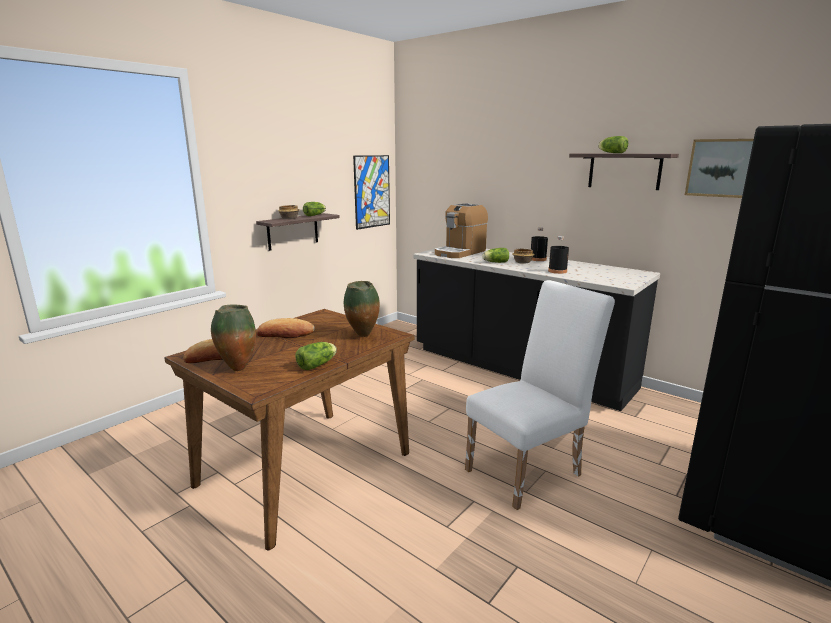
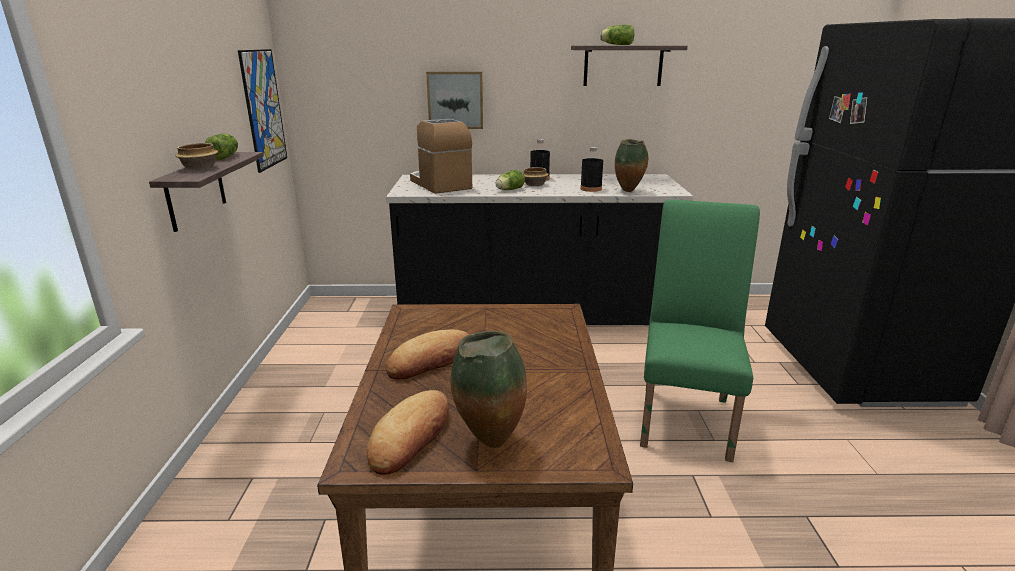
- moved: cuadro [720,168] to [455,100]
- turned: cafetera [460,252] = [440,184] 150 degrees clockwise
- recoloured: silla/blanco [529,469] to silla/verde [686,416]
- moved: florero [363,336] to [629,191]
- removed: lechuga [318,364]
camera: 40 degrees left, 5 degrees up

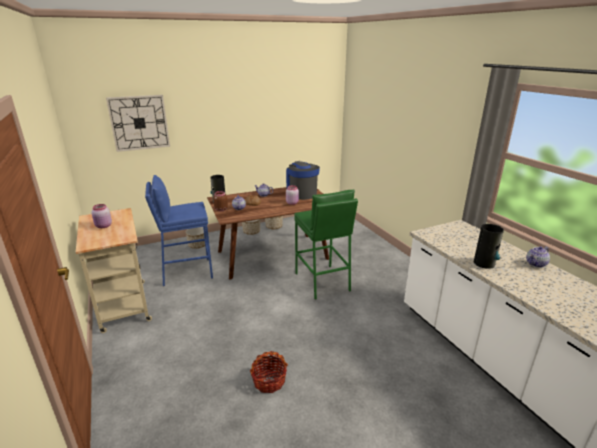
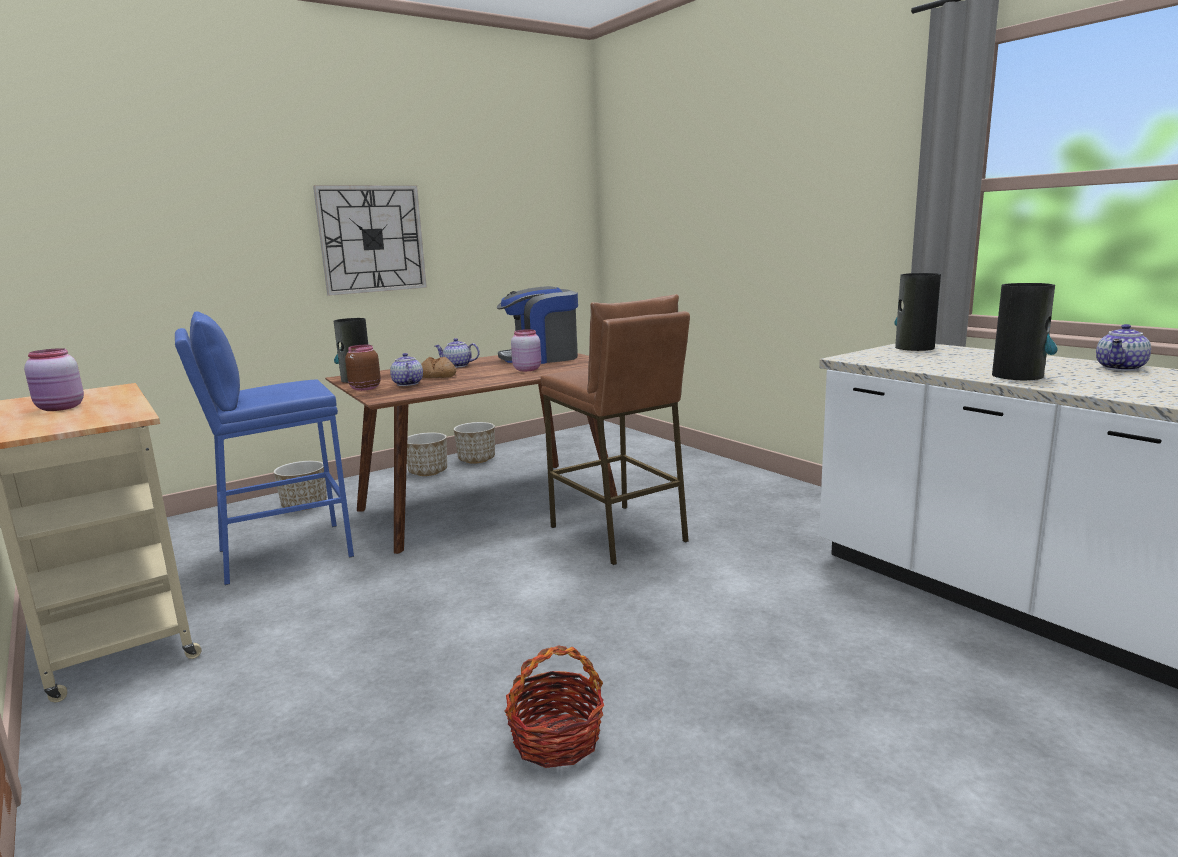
- moved: reloj de pared [139,123] to [372,239]
- turned: cafetera [301,193] = [541,358] 75 degrees counterclockwise
- recoloured: taburete/verde [322,282] to taburete/marrón [618,534]
- added: florero [913,348]
camera: 10 degrees left, 10 degrees down

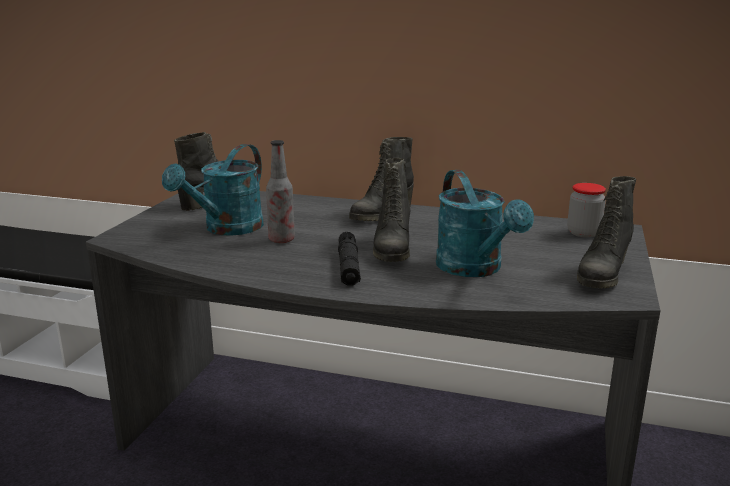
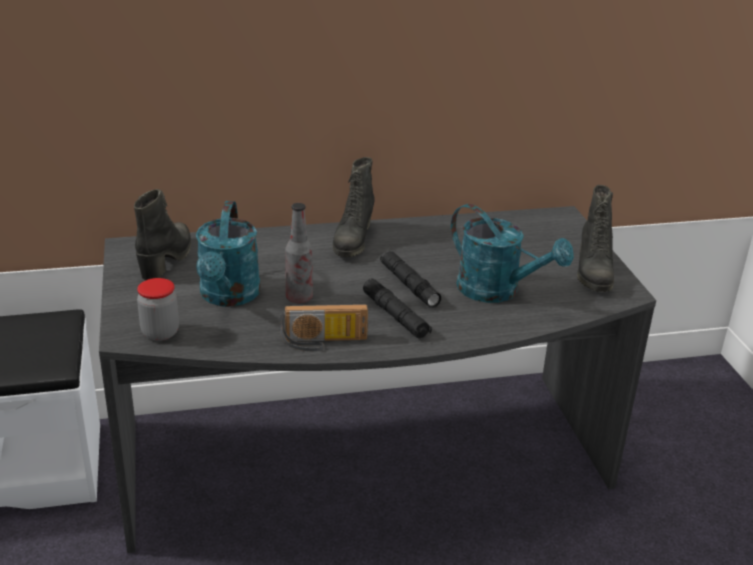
- replaced: bota/negro [391,249] to linterna/negro [409,285]
- moved: tarro [583,233] to [160,333]
- added: radio [323,342]
camera: 30 degrees left, 10 degrees up

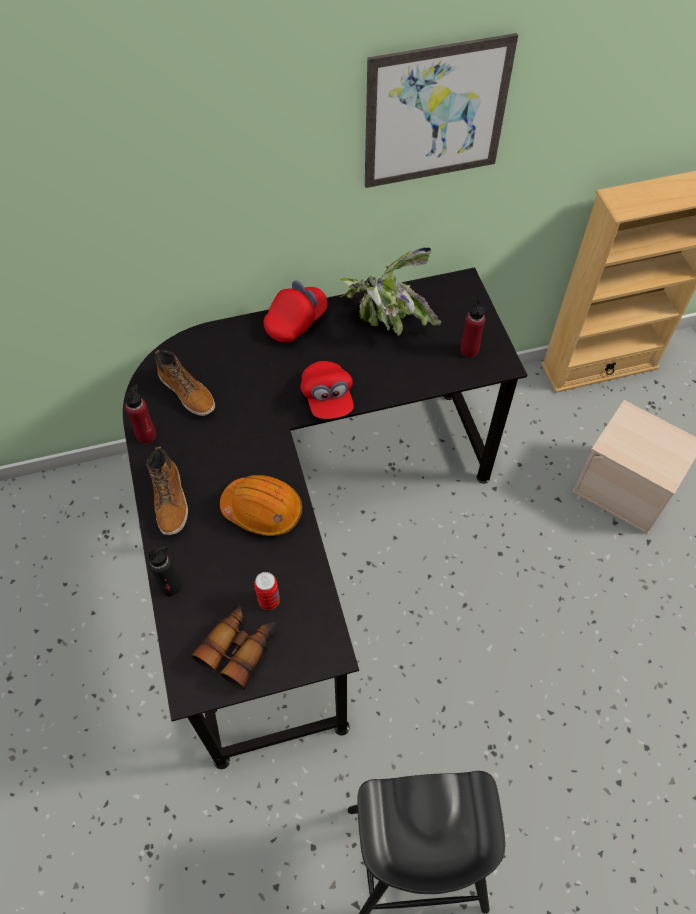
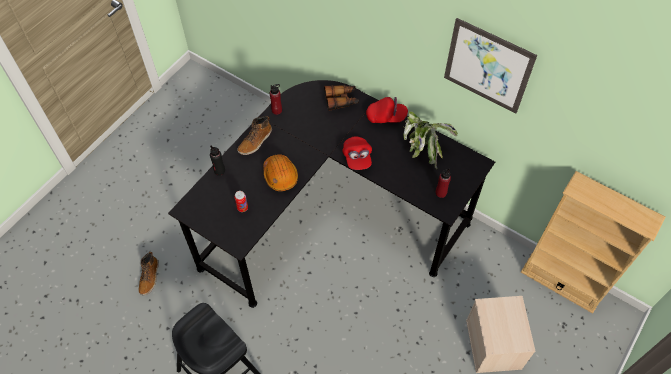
- moved: bota [187,392] to [149,277]
- turned: gorra/rojo [327,399] = [357,158] 45 degrees counterclockwise
- moved: prismáticos [239,647] to [341,100]
camera: 50 degrees right, 0 degrees up

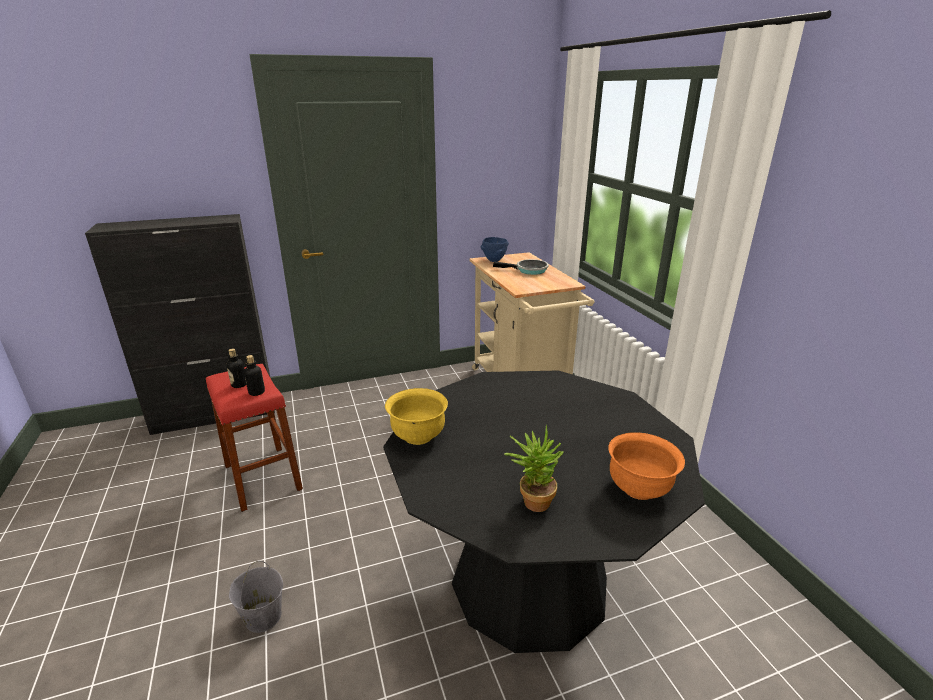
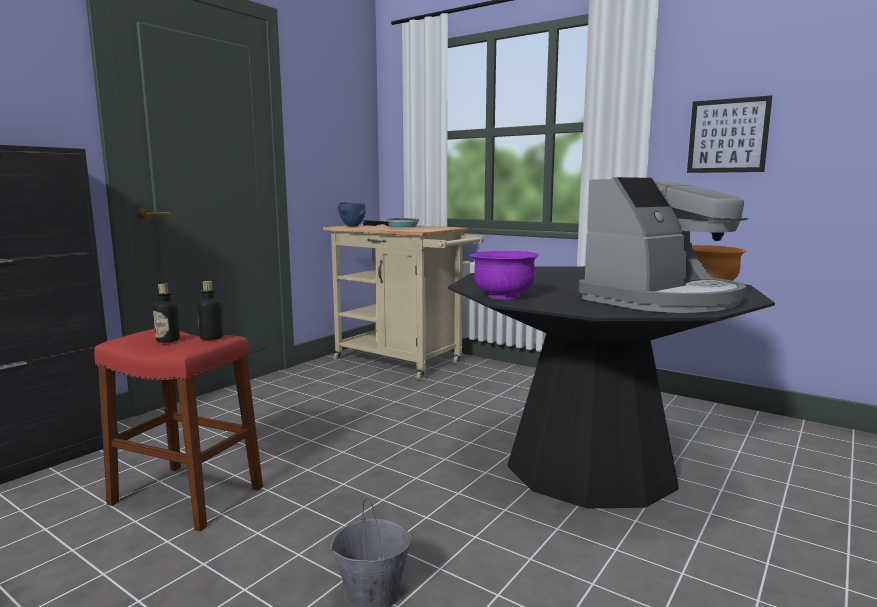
- recoloured: cuenco/amarillo [418,436] to cuenco/morado [503,296]
- replaced: planta en maceta [532,500] to cafetera [662,299]
- added: cuadro [728,136]
camera: 35 degrees left, 15 degrees down

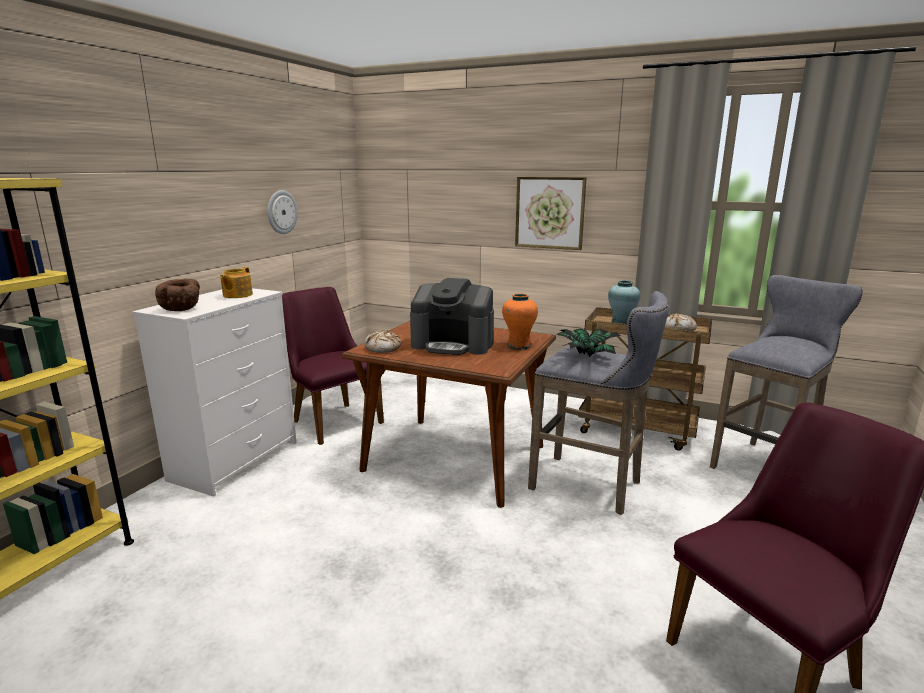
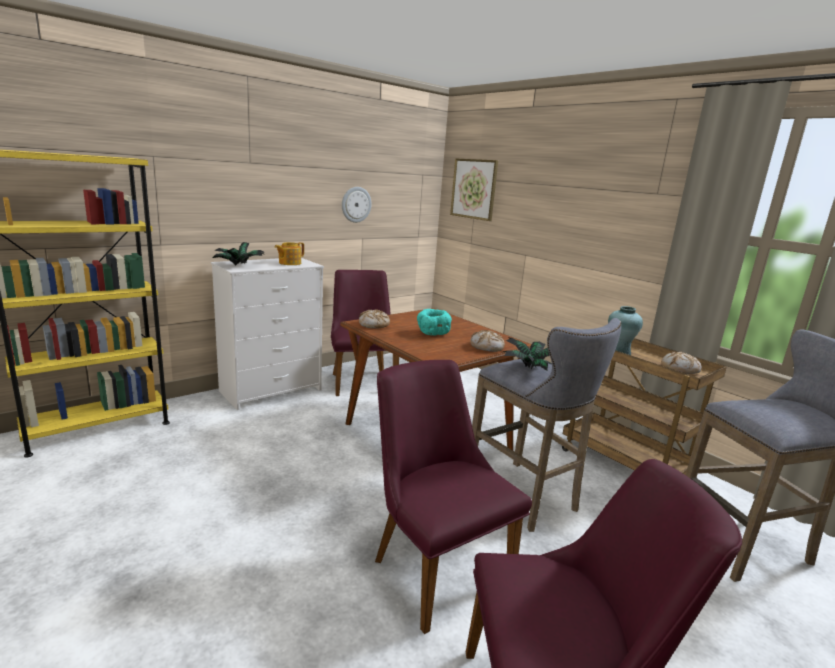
- moved: cuadro [549,212] to [474,189]
- replaced: cuenco/marrón [182,309] to planta en maceta [240,265]
- replaced: cafetera [453,344] to cuenco/turquesa [432,334]
- replaced: florero/naranja [519,346] to pan [487,347]
- added: silla/morado [433,564]
camera: 25 degrees right, 0 degrees up

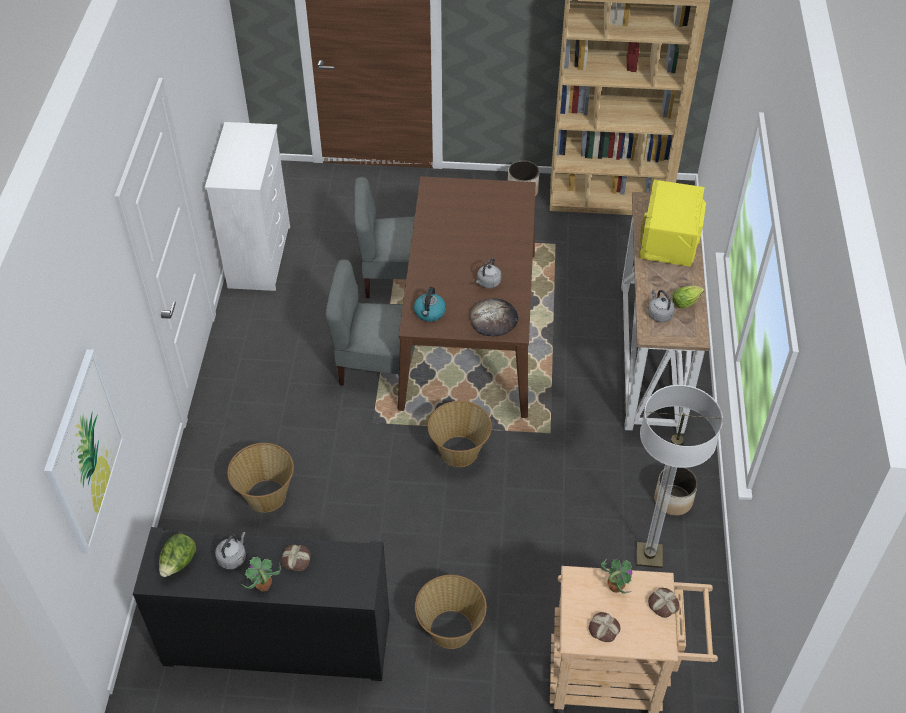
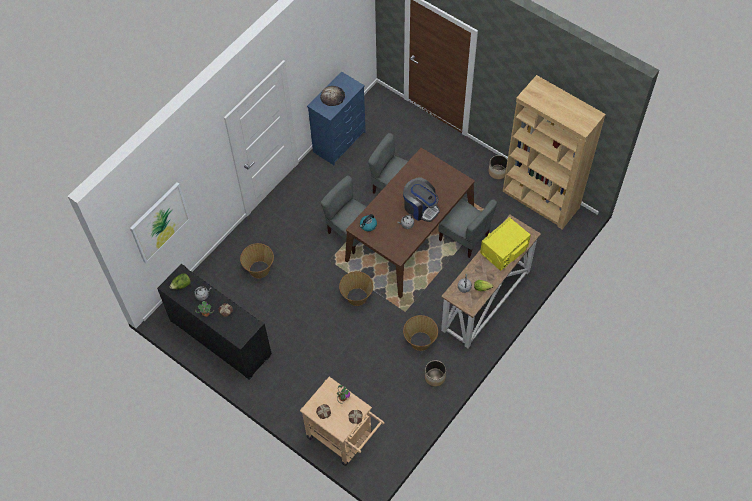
- recoloured: cómoda/blanco [260,256] to cómoda/azul [340,142]
- moved: pan [493,319] to [333,97]
- removed: lámpara de pie [649,556]
- moved: cesta [450,630] to [420,341]
- added: cafetera [420,208]
- added: silla/gris [464,237]
camera: 35 degrees right, 10 degrees up

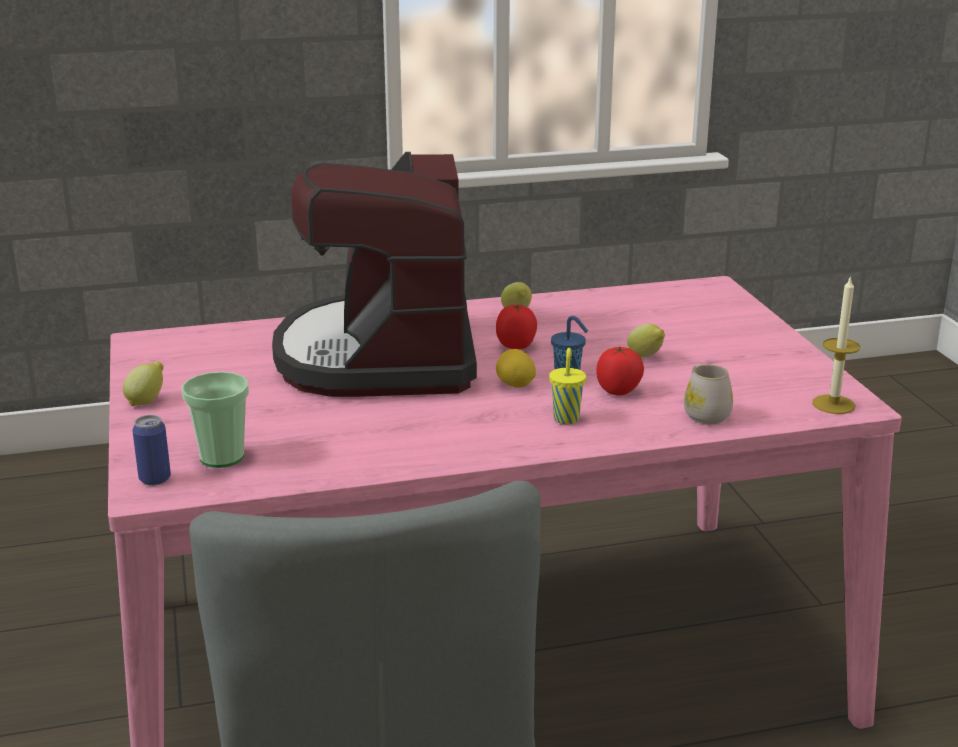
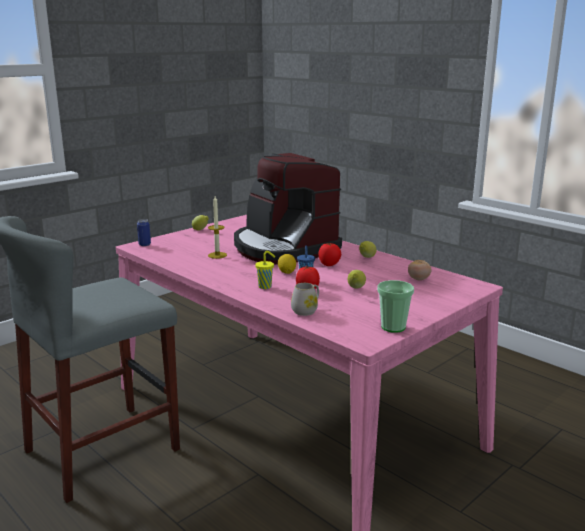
- turned: cafetera [380,356] = [283,248] 90 degrees counterclockwise
- moved: vela [833,404] to [217,255]
- moved: taza [222,457] to [393,327]
- added: tomate [418,279]
camera: 60 degrees right, 5 degrees down

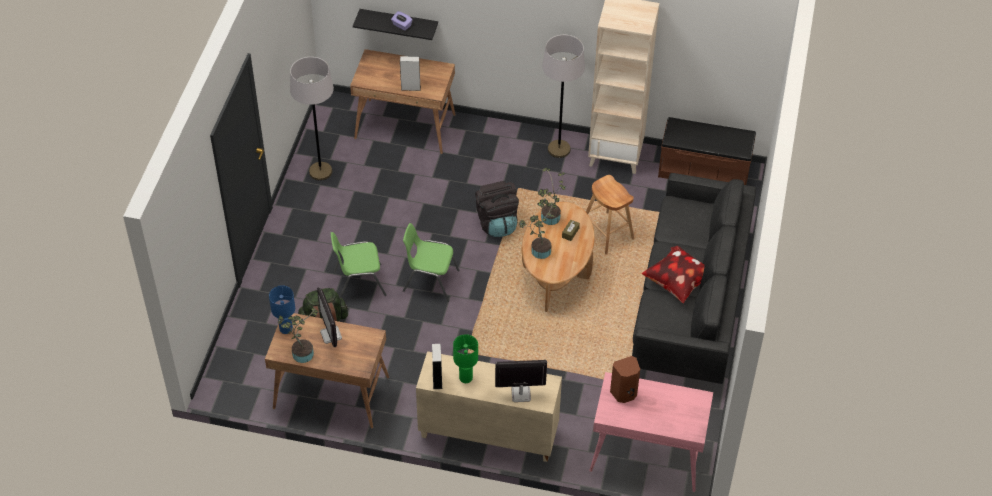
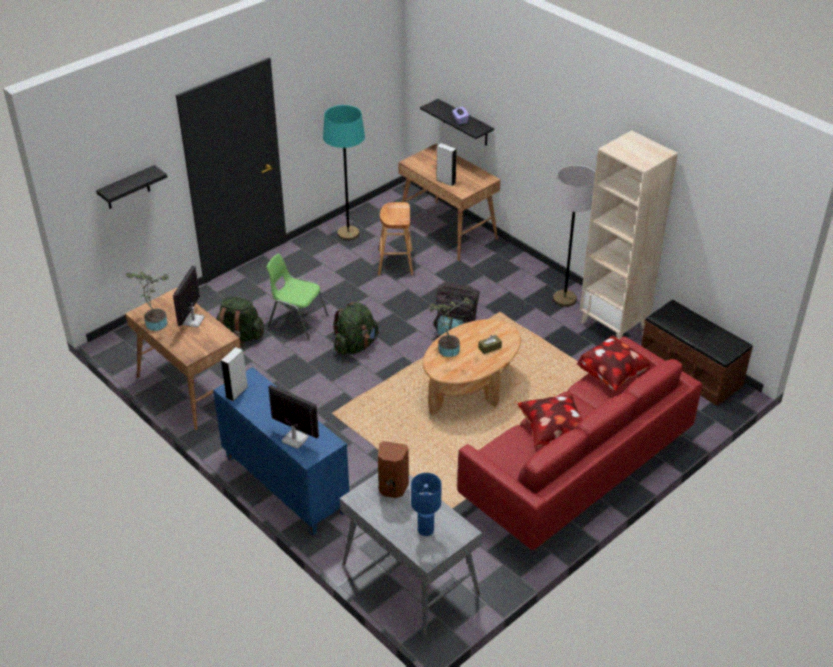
- recoloured: lámpara de pie/gris [320,172] to lámpara de pie/turquesa [348,234]
- removed: planta en maceta [549,219]
- recoloured: sofá/negro [689,303] to sofá/rojo [574,472]
- moved: taburete/marrón [607,233] to [395,262]
- replaced: silla/verde [430,280] to mochila/verde [356,345]
- moved: lámpara de mesa/azul [285,328] to [425,529]
- removed: lámpara de mesa/verde [466,377]
- recoloured: armario/beis [487,434] to armario/azul [284,485]
- recoloured: escritorio/rosa [646,455] to escritorio/gris [409,579]
- added: estante/negro [127,188]
- added: cojín [613,376]
camera: 35 degrees right, 10 degrees down

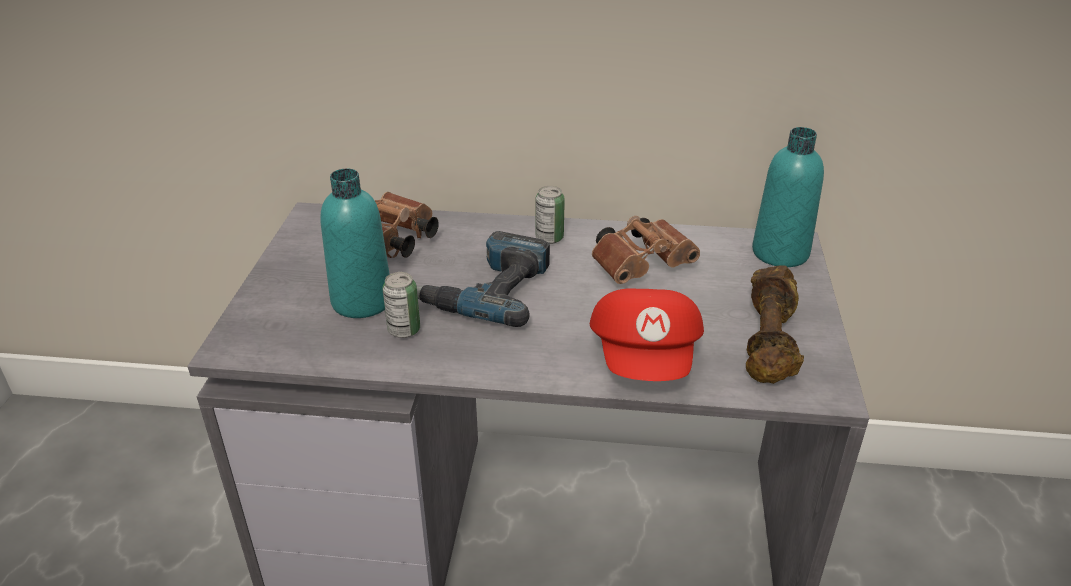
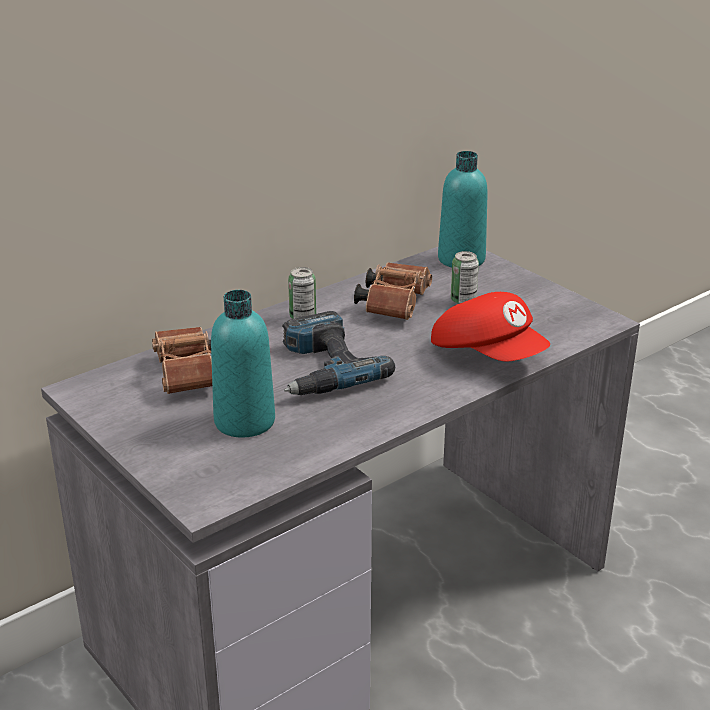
- removed: mancuerna/marrón [771,342]
- moved: lata [404,330] to [463,300]
camera: 45 degrees left, 5 degrees down

